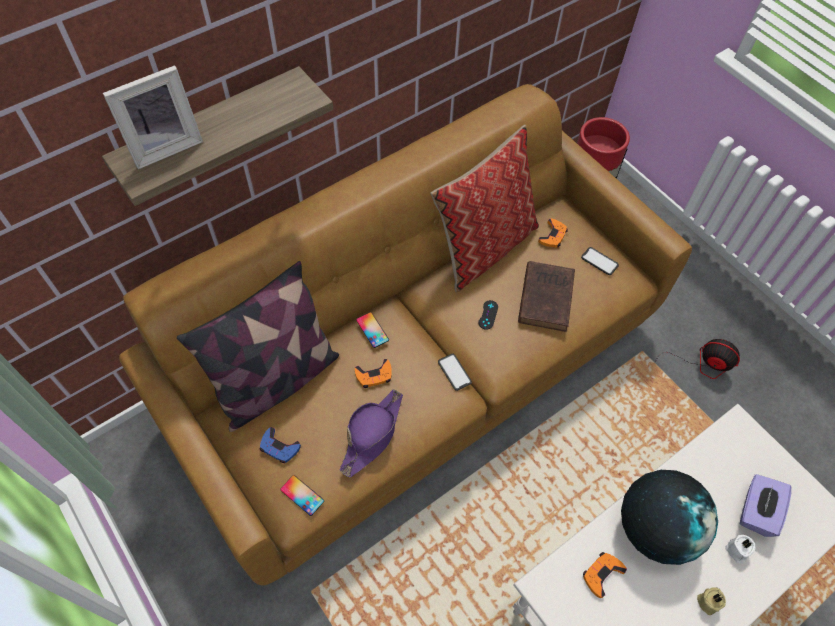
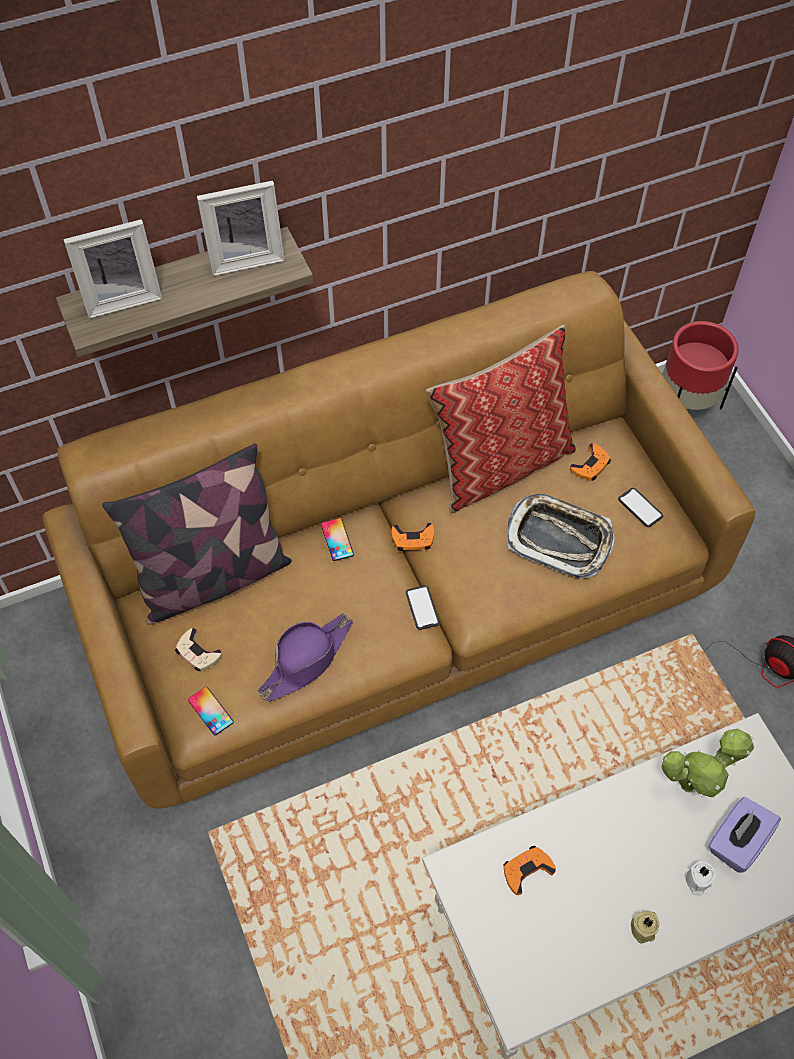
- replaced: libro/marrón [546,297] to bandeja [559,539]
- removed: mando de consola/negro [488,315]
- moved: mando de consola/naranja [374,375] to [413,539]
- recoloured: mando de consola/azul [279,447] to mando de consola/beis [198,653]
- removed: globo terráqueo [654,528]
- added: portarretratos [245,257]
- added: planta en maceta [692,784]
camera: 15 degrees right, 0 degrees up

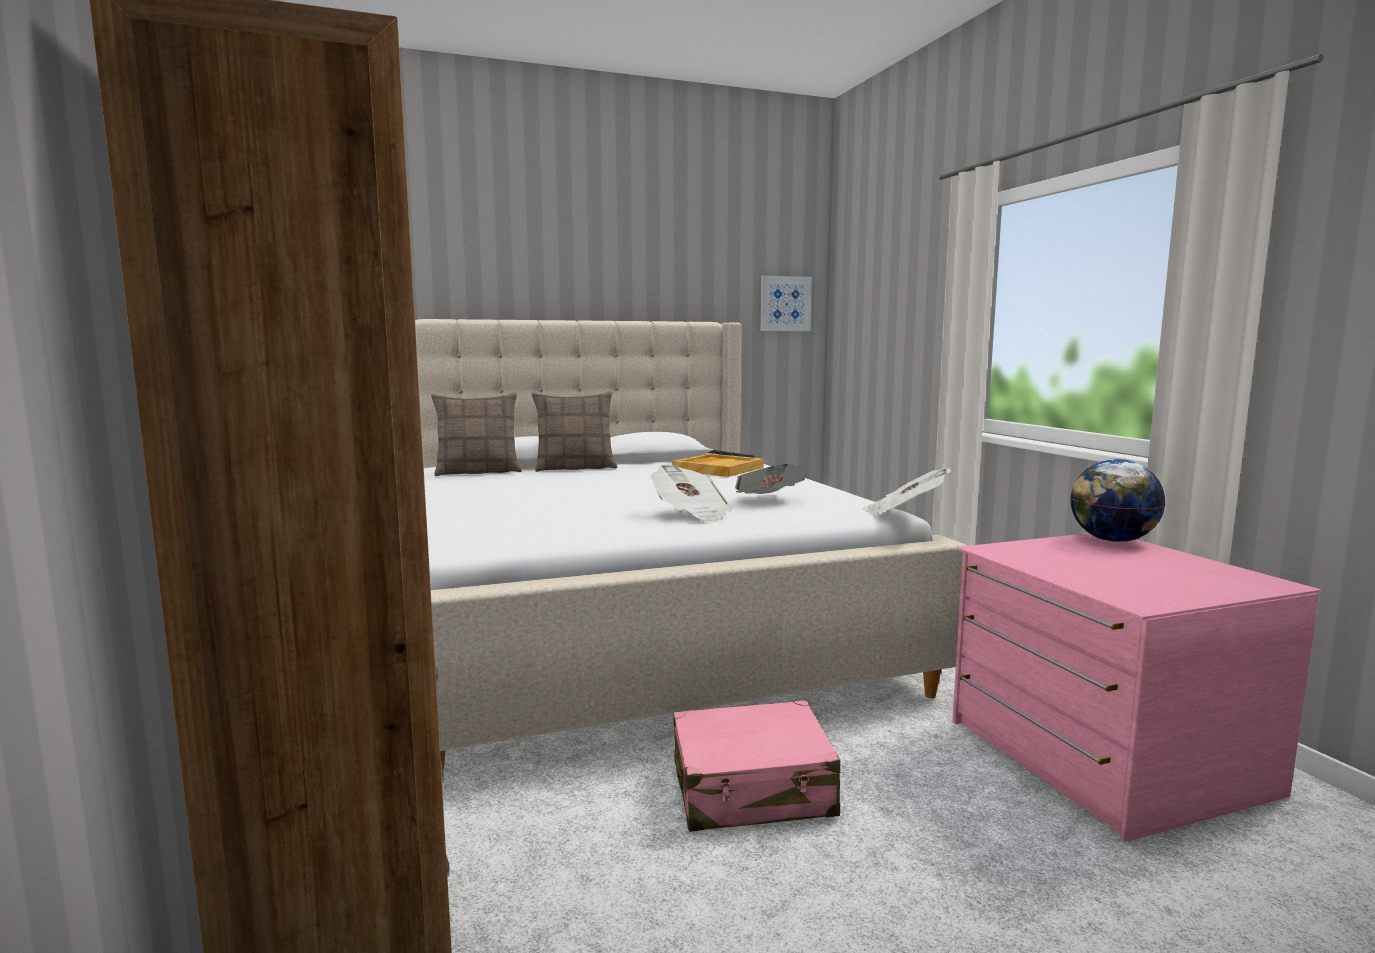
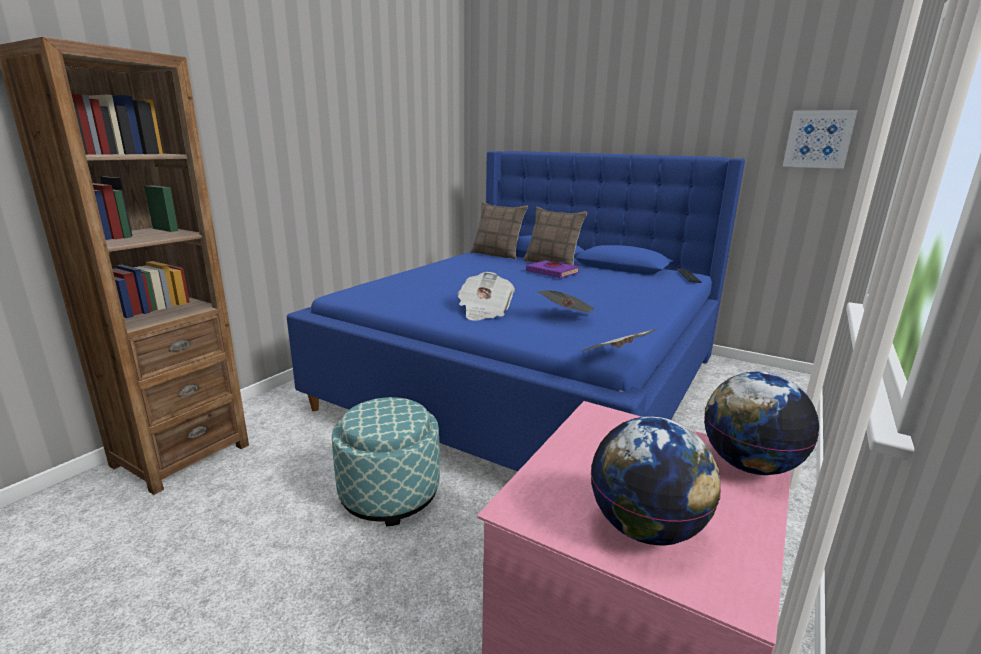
- recoloured: cama/beis [630,627] to cama/azul [532,380]
- removed: bandeja/beis [718,468]
- replaced: maleta/rosa [752,790] to puf [389,493]
- added: libro/morado [552,273]
- added: globo terráqueo [646,529]
camera: 50 degrees right, 10 degrees up

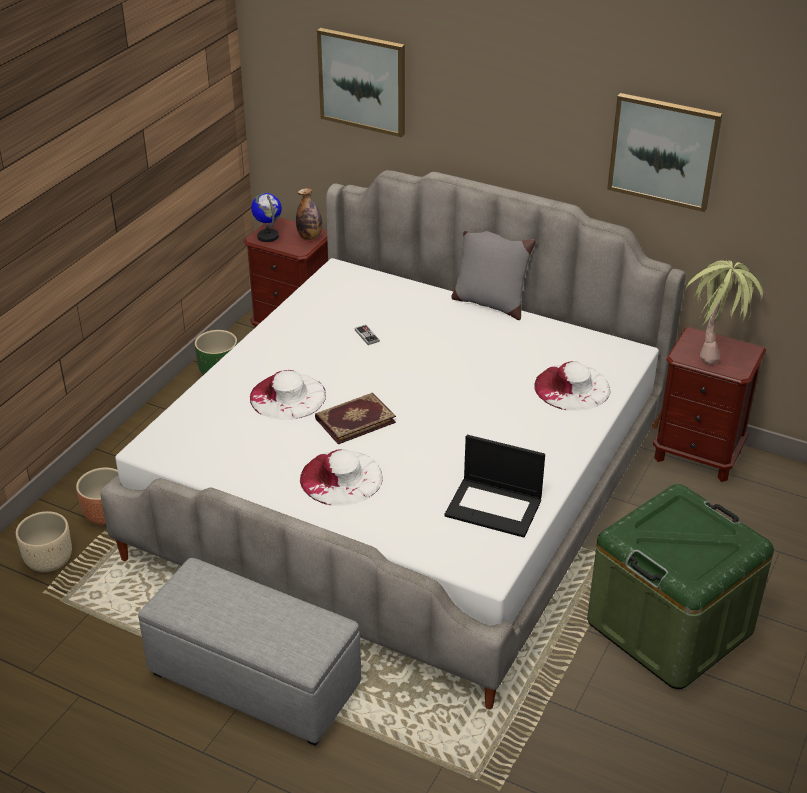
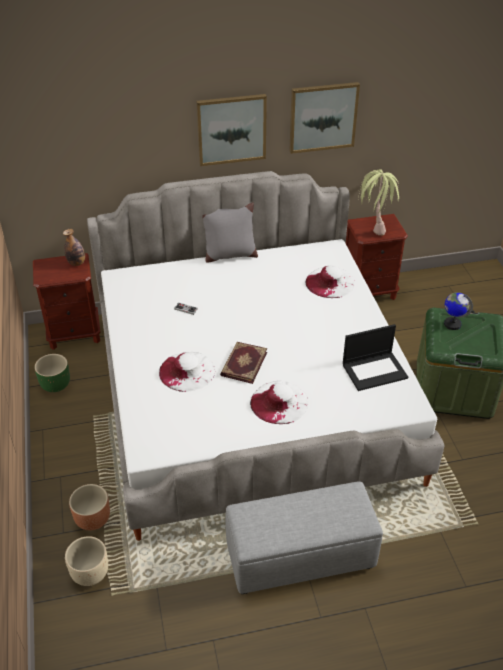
- moved: cuadro [363,81] to [231,129]
- moved: globo terráqueo [268,236] to [452,324]
camera: 40 degrees left, 5 degrees up

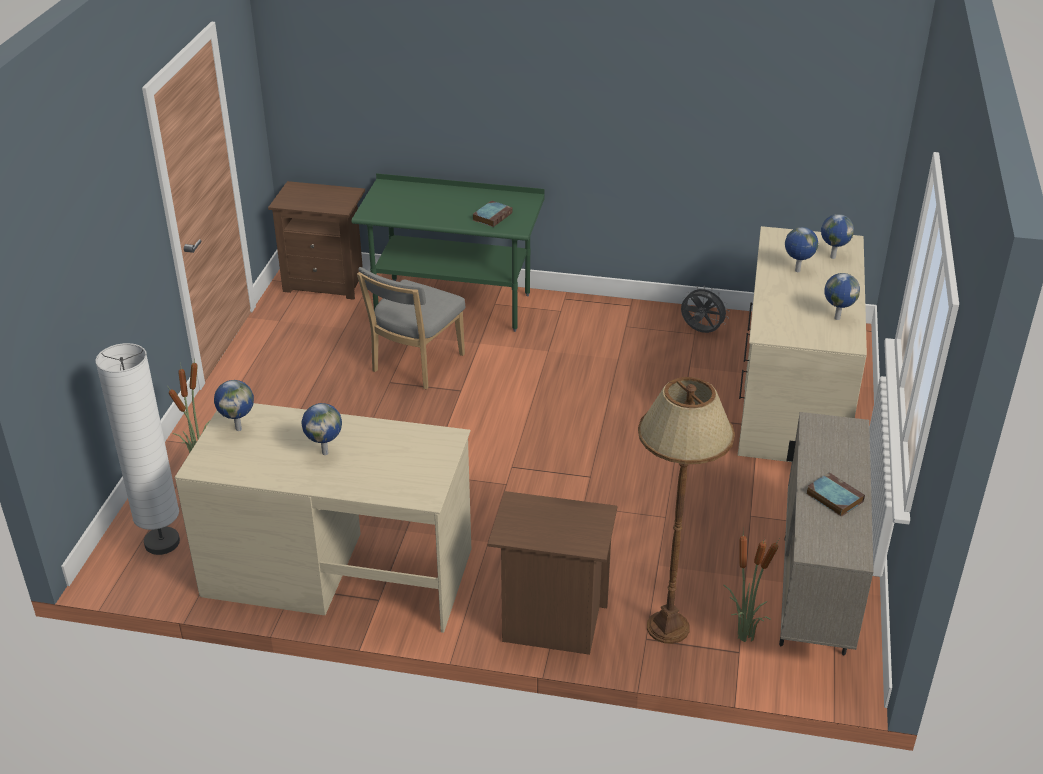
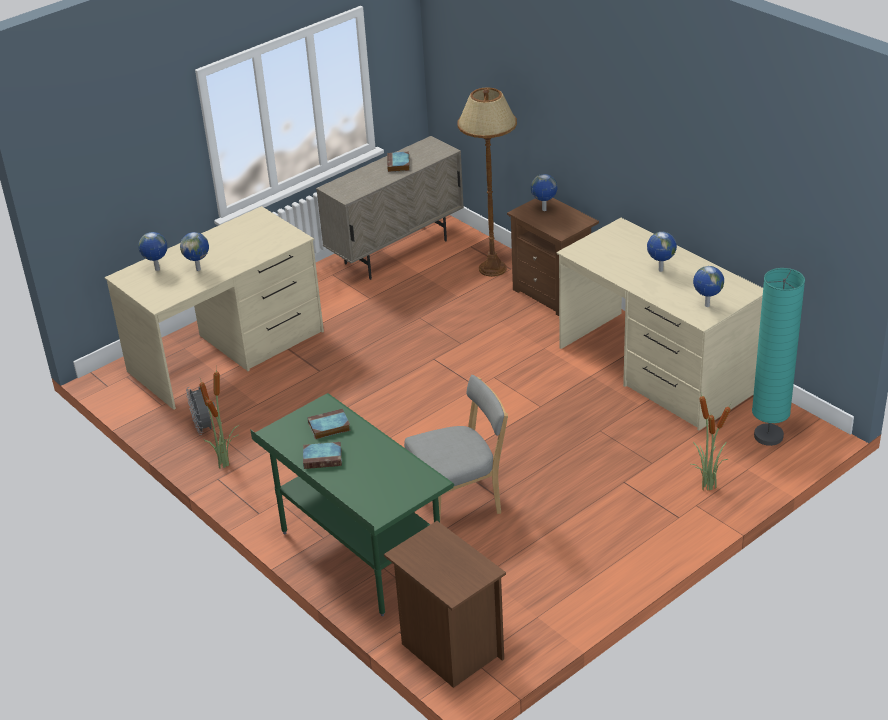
- moved: globo terráqueo [836,318] to [544,210]
- recoloured: lámpara de pie/blanco [162,543] to lámpara de pie/turquesa [768,436]
- moved: planta en maceta [743,637] to [225,463]
- added: libro [323,458]
camera: 140 degrees left, 0 degrees up

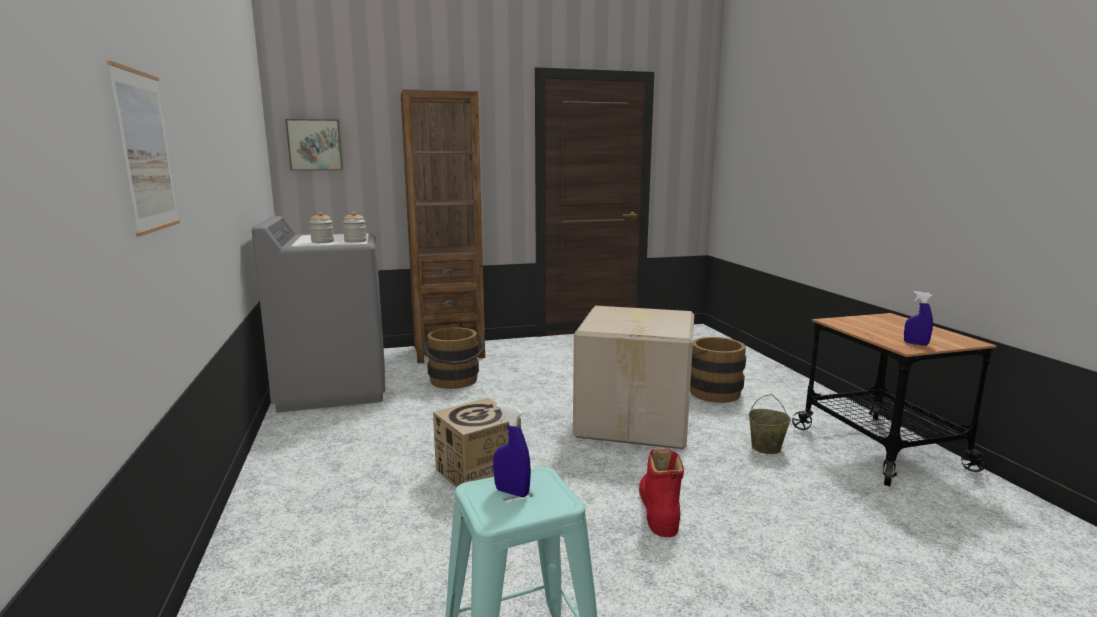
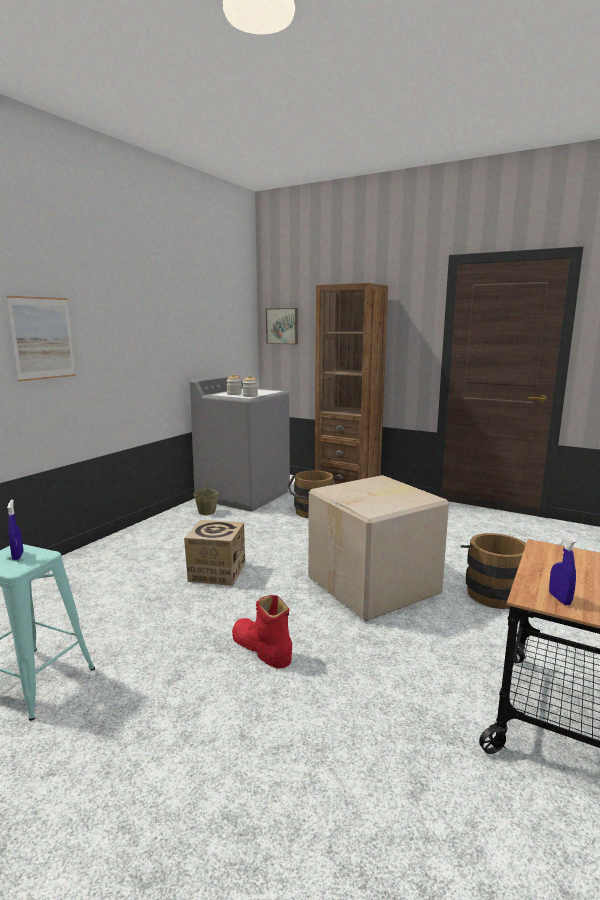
- moved: cubo/beis [765,448] to [206,512]
- turned: bota/rojo [658,510] = [261,648] 90 degrees counterclockwise
camera: 45 degrees right, 0 degrees up

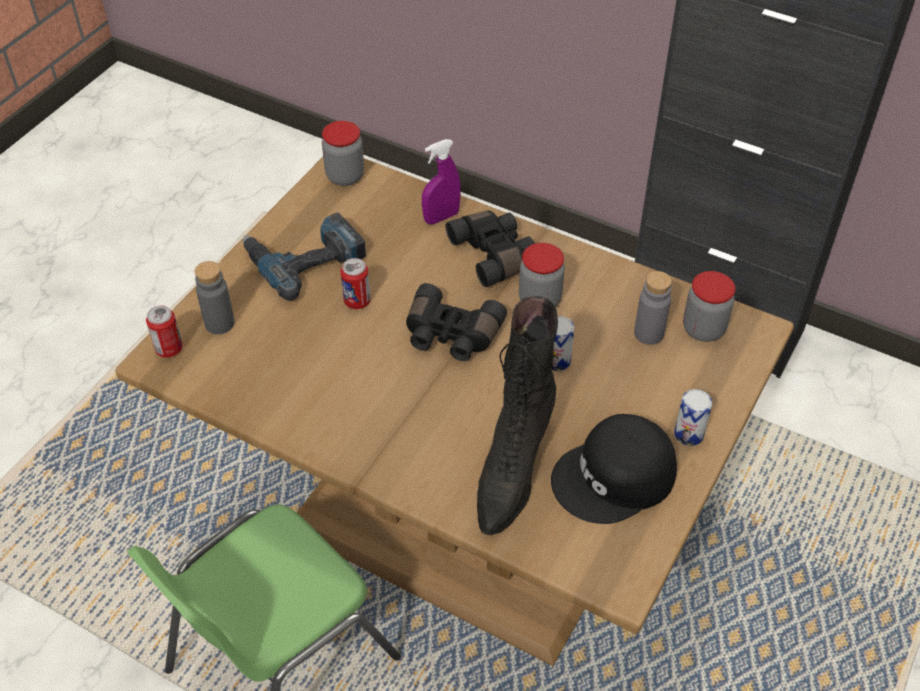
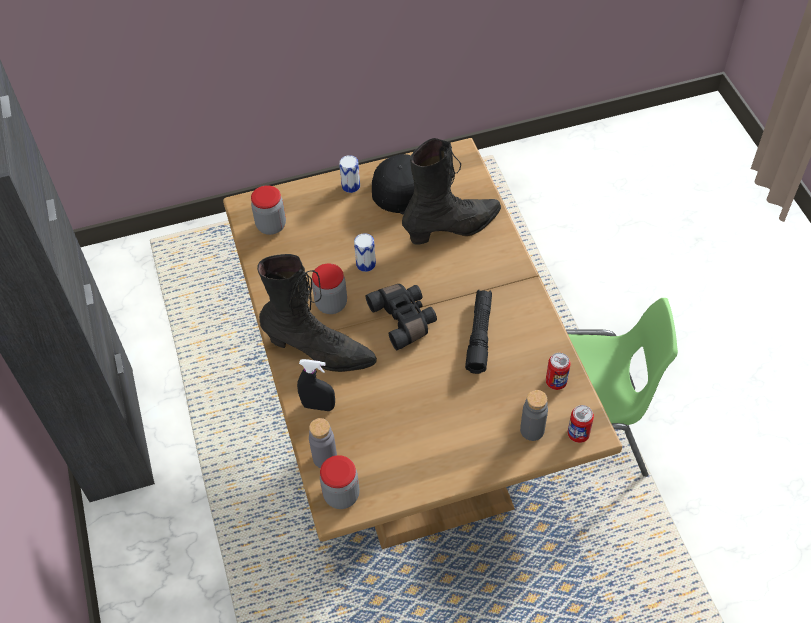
- recoloured: pulverizador/morado [441,217] to pulverizador/negro [318,406]
- replaced: prismáticos/negro [494,254] to bota/negro [319,352]
- removed: taladro [304,258]
- moved: lata [357,301] to [556,382]
- moved: botella/gris [648,333] to [325,458]
- added: linterna/negro [479,335]
camera: 135 degrees left, 5 degrees up

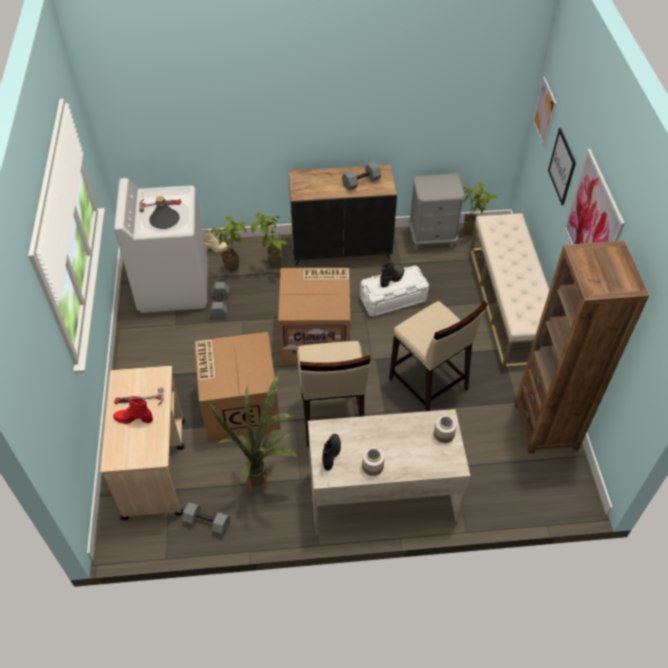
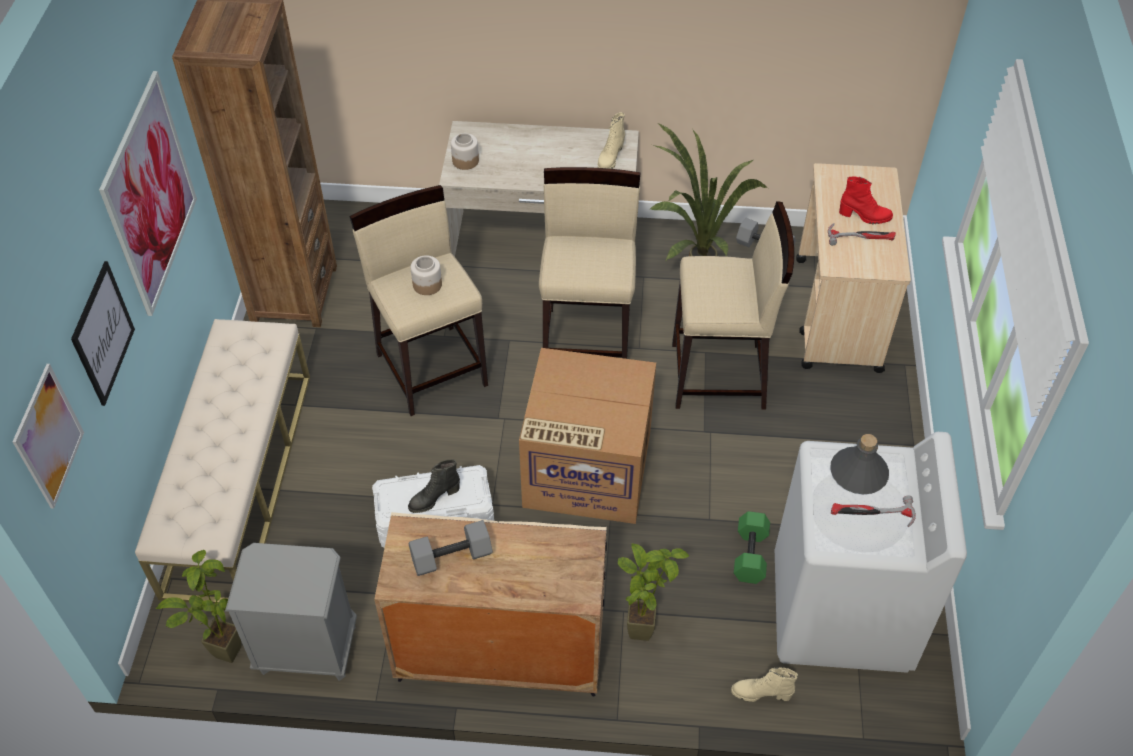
- recoloured: armario/negro [341,248] to armario/beis [499,652]
- removed: planta en maceta [237,267]
- recoloured: mancuerna/gris [219,305] to mancuerna/verde [751,555]
- replaced: caja de cartón [240,406] to taburete/beis [719,376]
- recoloured: bota/negro [331,454] to bota/beis [610,158]
- moved: tarro [373,466] to [427,285]
camera: 170 degrees left, 0 degrees up

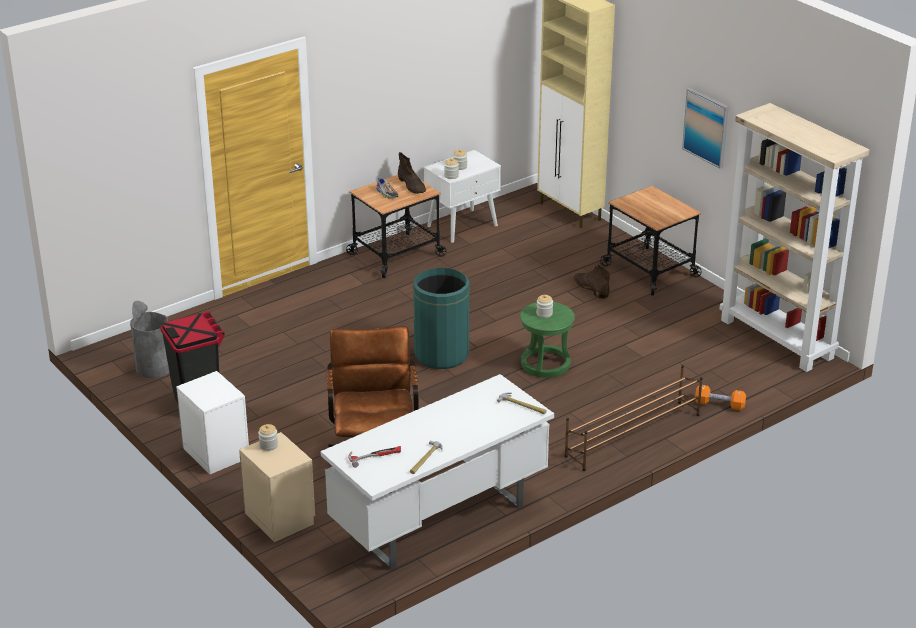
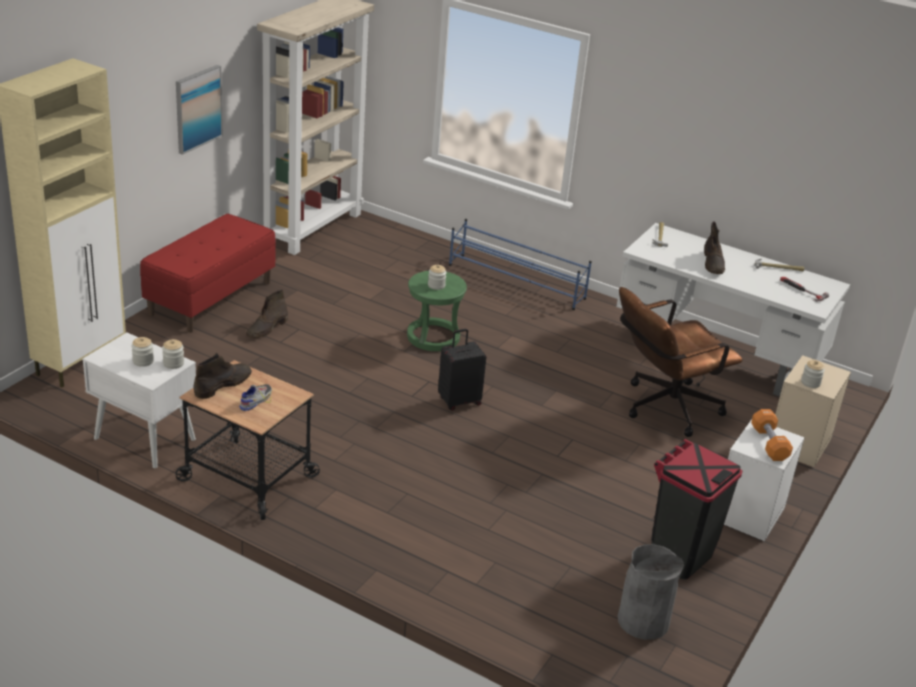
- replaced: carrito [650,270] to banco/rojo [210,298]
- replaced: papelera/verde [441,355] to maleta/negro [459,401]
- recoloured: zapatero/marrón [632,435] to zapatero/azul [516,282]
- moved: mancuerna/naranja [719,404] to [769,444]
- added: bota/marrón [713,263]
camera: 115 degrees left, 0 degrees up

